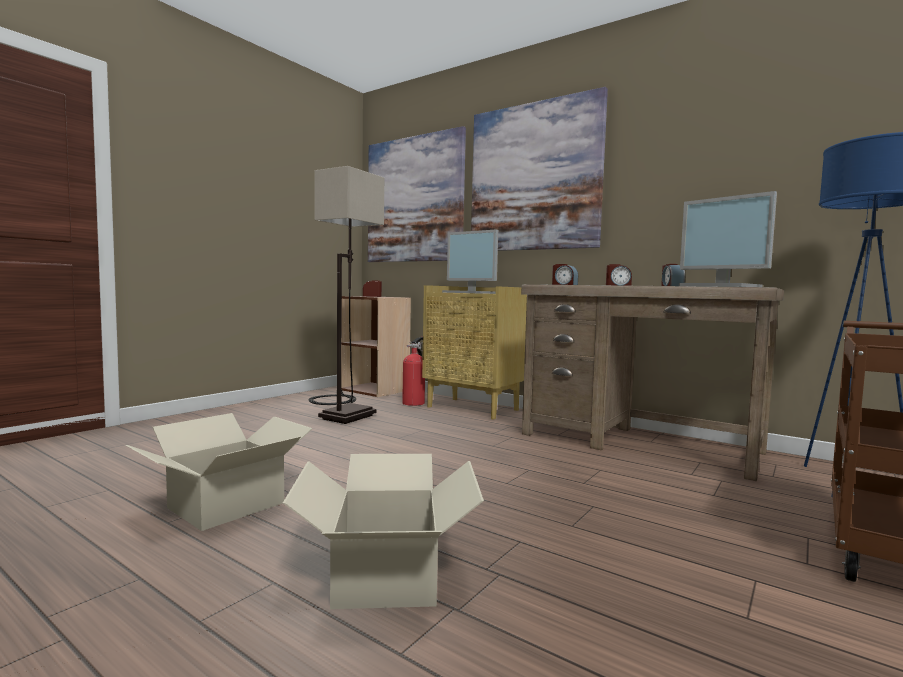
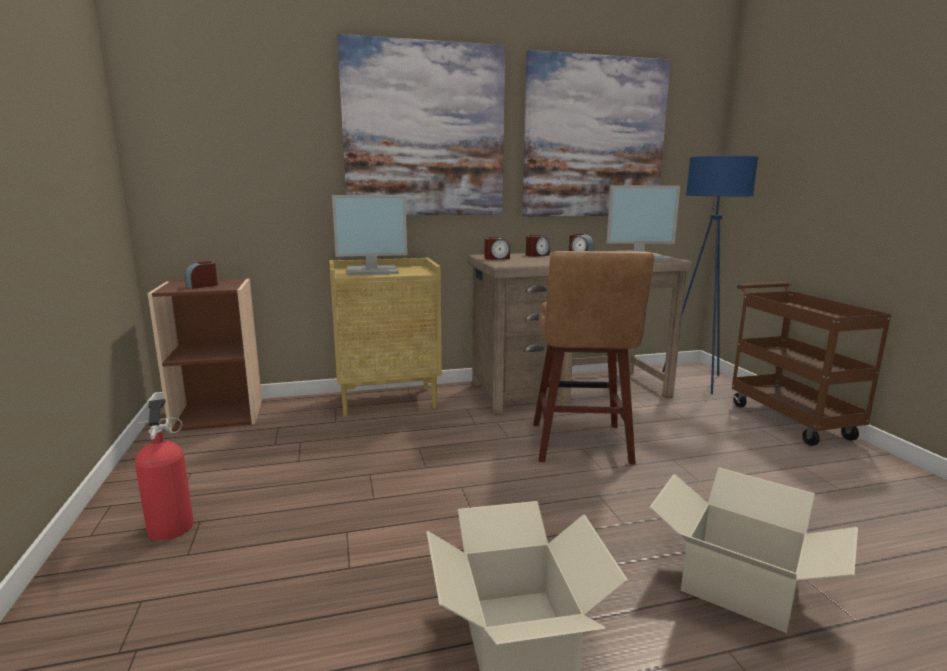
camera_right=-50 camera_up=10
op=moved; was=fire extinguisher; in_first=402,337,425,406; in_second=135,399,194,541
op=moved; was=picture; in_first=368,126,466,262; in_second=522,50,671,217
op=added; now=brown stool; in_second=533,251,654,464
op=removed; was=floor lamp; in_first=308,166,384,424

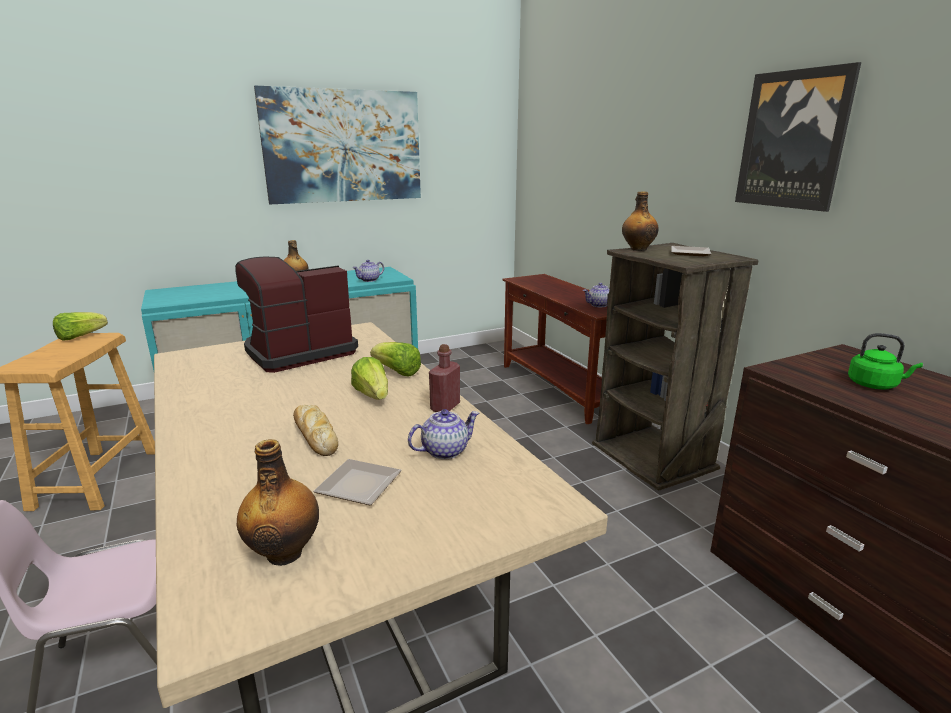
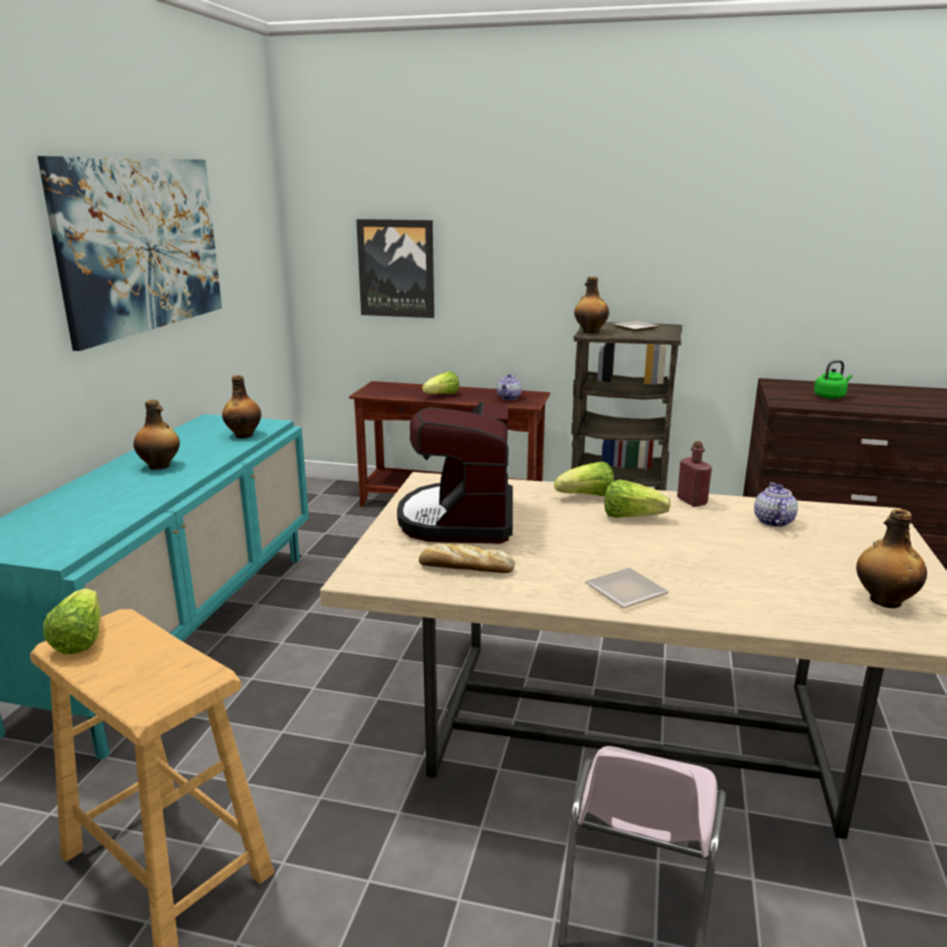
camera_right=-50 camera_up=0
op=replaced; was=teapot; now=bottle; in_first=353,260,384,282; in_second=222,375,261,438
op=moved; was=picture; in_first=735,62,861,212; in_second=356,219,434,318
op=moved; was=bread; in_first=293,405,338,456; in_second=419,543,515,573
op=added; now=lettuce; in_second=422,371,459,394
op=moved; was=plate; in_first=313,459,402,505; in_second=585,568,669,608

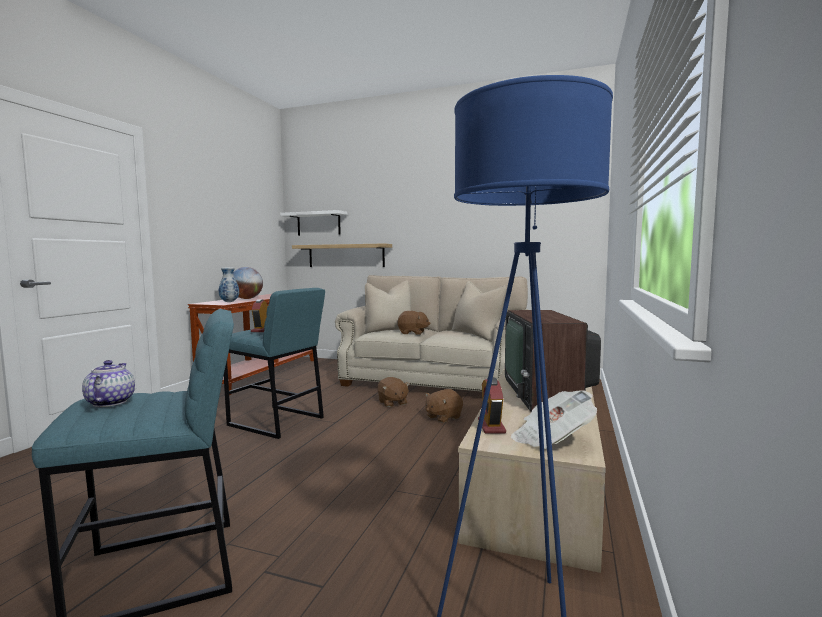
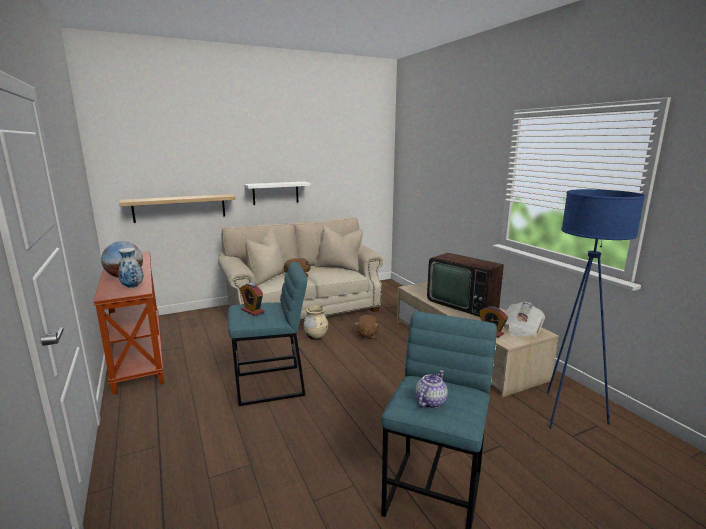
camera_right=-45 camera_up=10
op=moved; was=white shelf; in_first=280,210,347,236; in_second=244,182,311,205
op=replaced; was=brown plush toy; now=beige vase; in_first=377,377,410,407; in_second=303,305,328,340
op=turned; was=teapot; in_first=82,360,135,407; in_second=415,370,448,408; clockwise=90

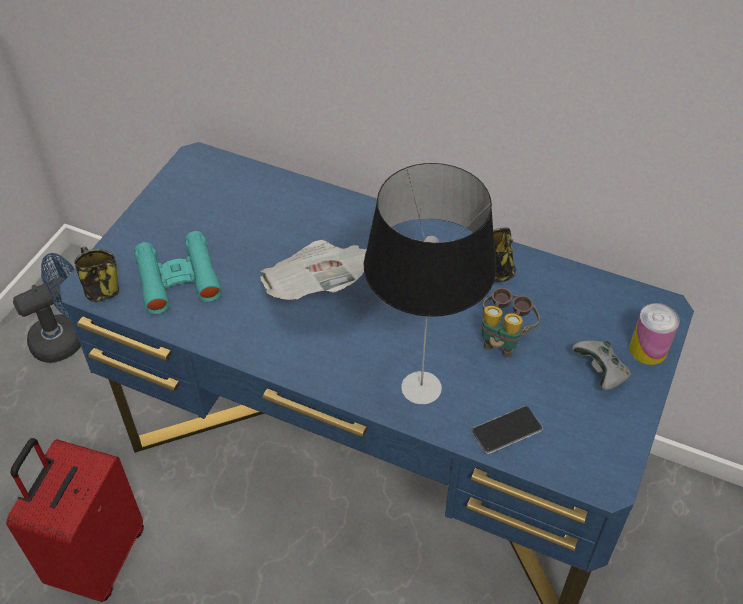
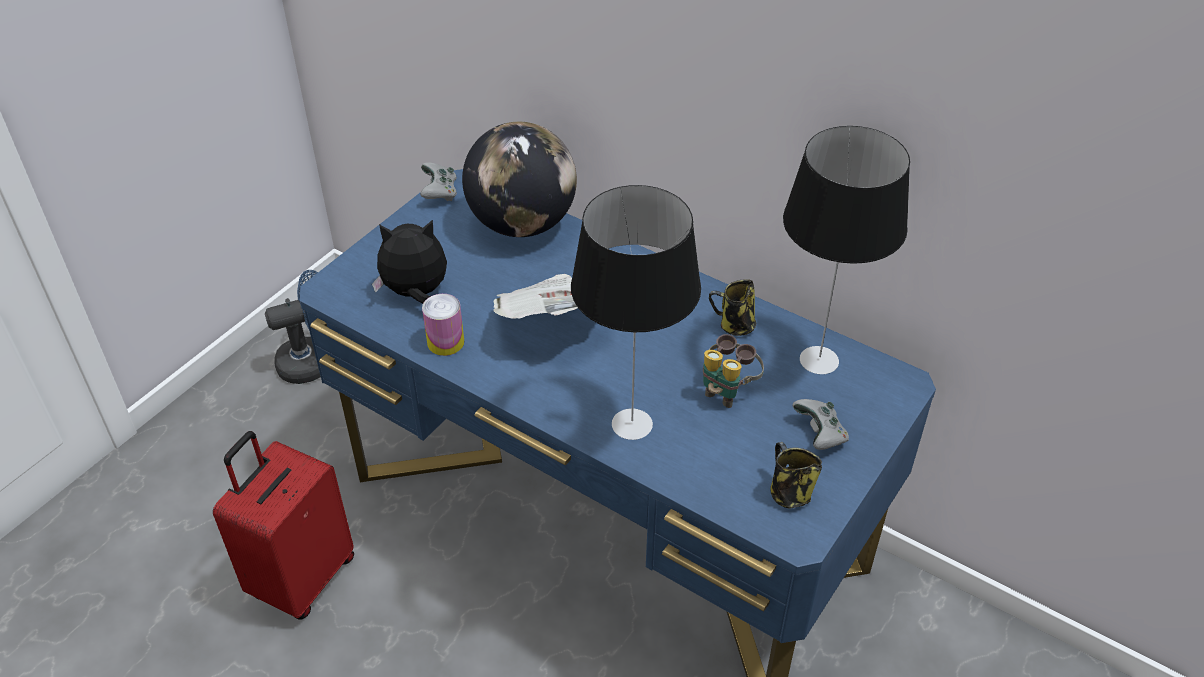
camera_right=10 camera_up=-5
op=replaced; was=turquoise binoculars; now=plush toy; in_first=134,231,222,315; in_second=372,219,447,304
op=added; now=grey game controller; in_second=420,162,457,201
op=moved; was=can; in_first=629,303,679,365; in_second=422,294,464,356
op=added; now=globe; in_second=462,122,577,237
op=moved; was=mug; in_first=74,246,119,302; in_second=770,442,822,509
op=added; now=table lamp; in_second=783,126,910,374
op=removed; was=phone; in_first=471,406,543,454

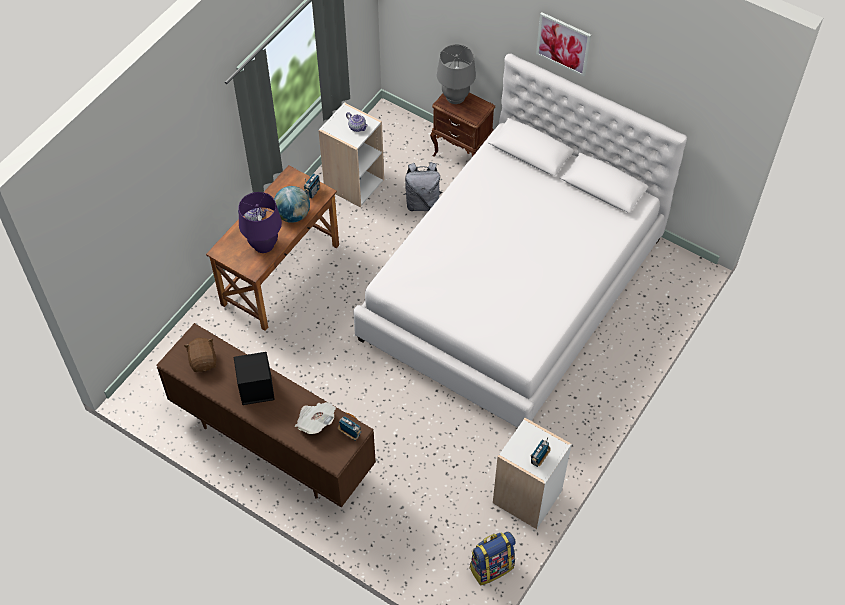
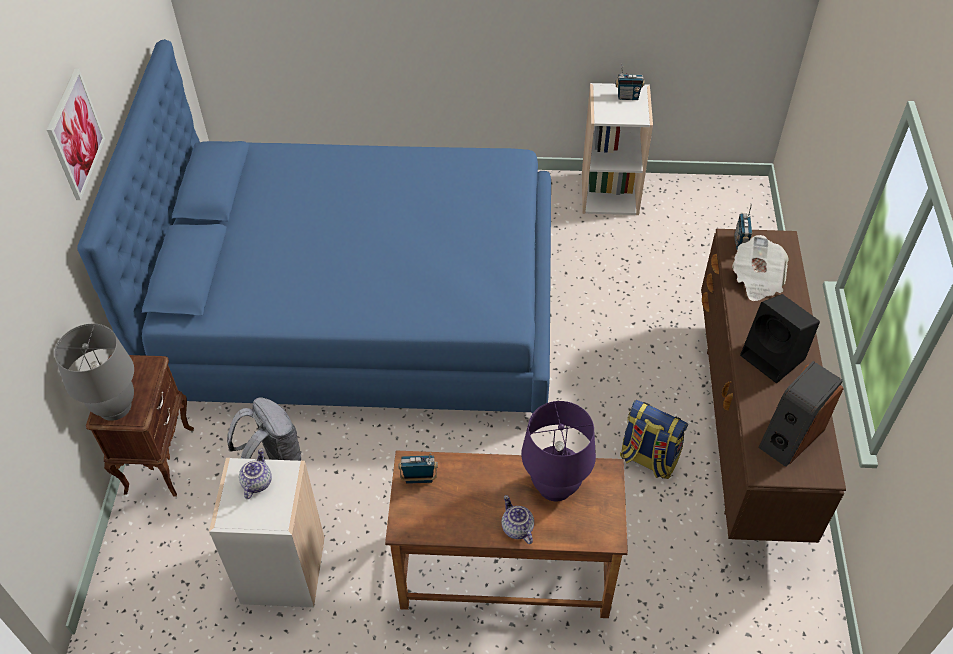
camera_right=-120 camera_up=-5
op=recoloured; was=white bed; now=blue bed; in_first=353,53,687,428; in_second=77,39,551,413
op=moved; was=backpack; in_first=470,532,516,585; in_second=620,400,688,479
op=replaced; was=brown plush toy; now=speaker; in_first=184,338,216,372; in_second=758,361,844,467
op=removed; was=globe; in_first=274,186,310,223

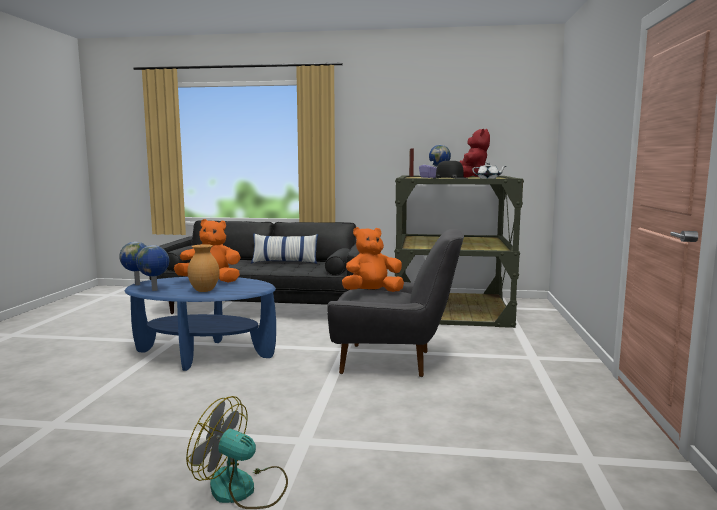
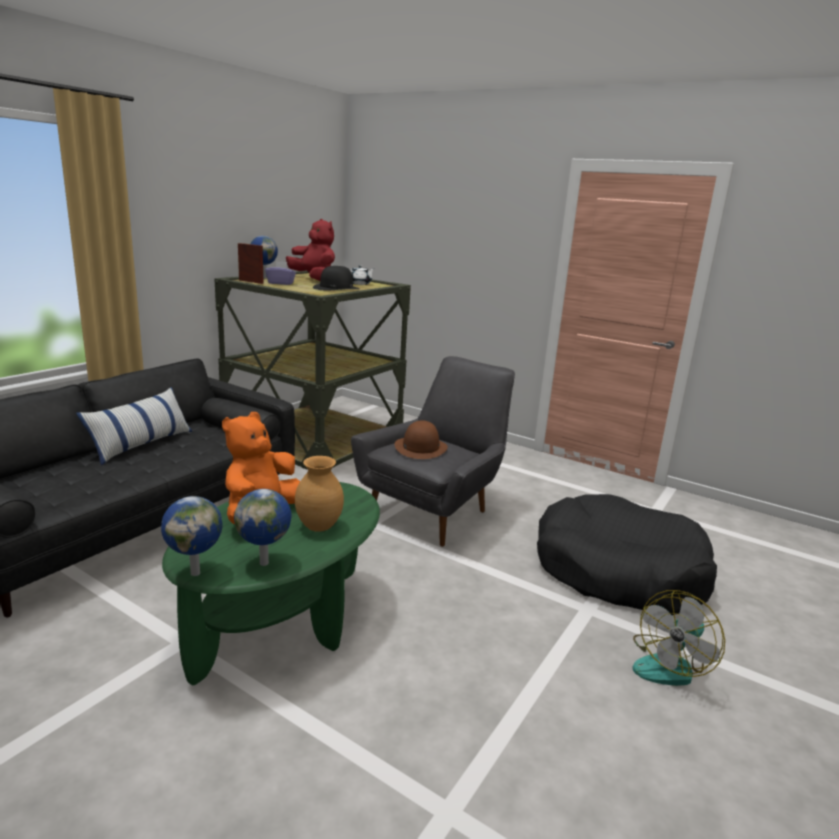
camera_right=-65 camera_up=10
op=recoloured; was=blue coffee table; now=green coffee table; in_first=125,277,276,371; in_second=162,482,380,685
op=replaced; was=orange plush toy; now=brown hat; in_first=342,227,404,292; in_second=395,420,448,459
op=added; now=black dog bed; in_second=537,494,717,615

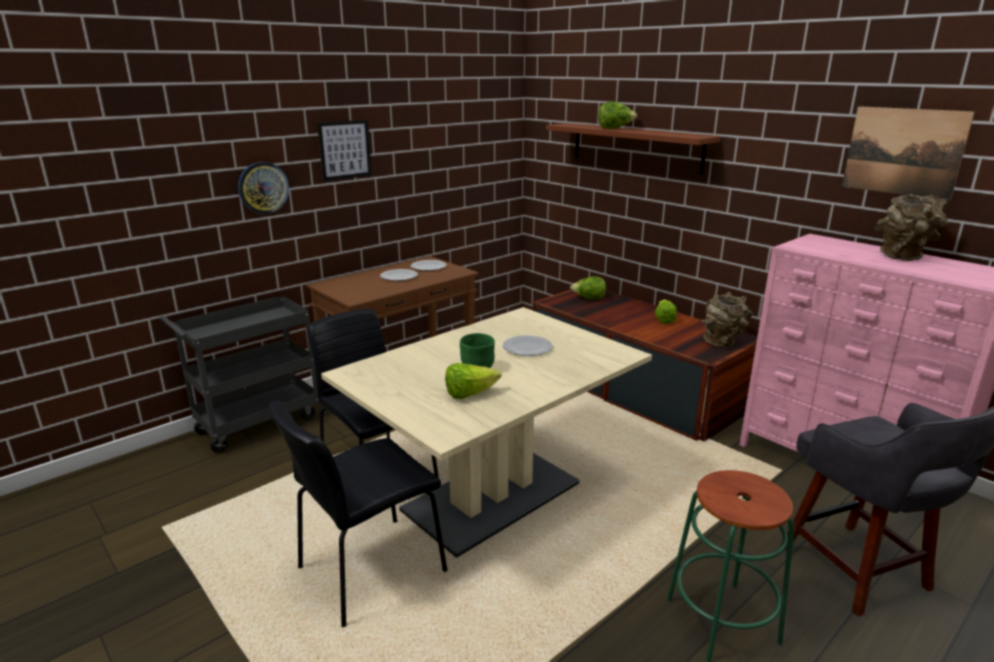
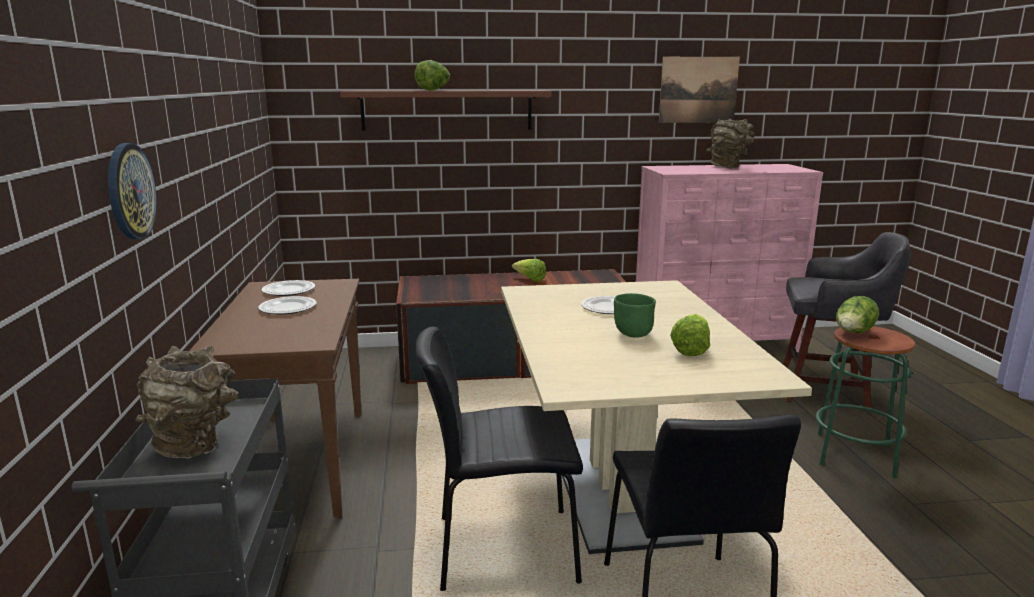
camera_right=-55 camera_up=-5
op=moved; was=brown vase; in_first=701,292,753,348; in_second=135,345,239,459
op=moved; was=lettuce; in_first=570,276,606,300; in_second=836,296,879,333
op=removed; was=picture; in_first=317,120,372,181

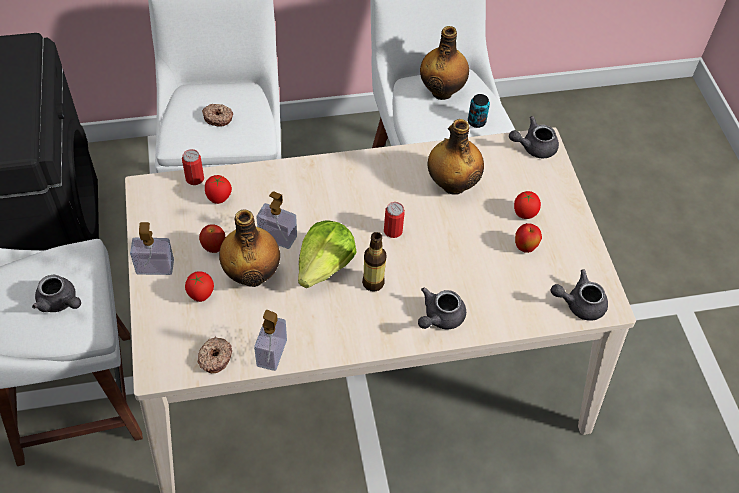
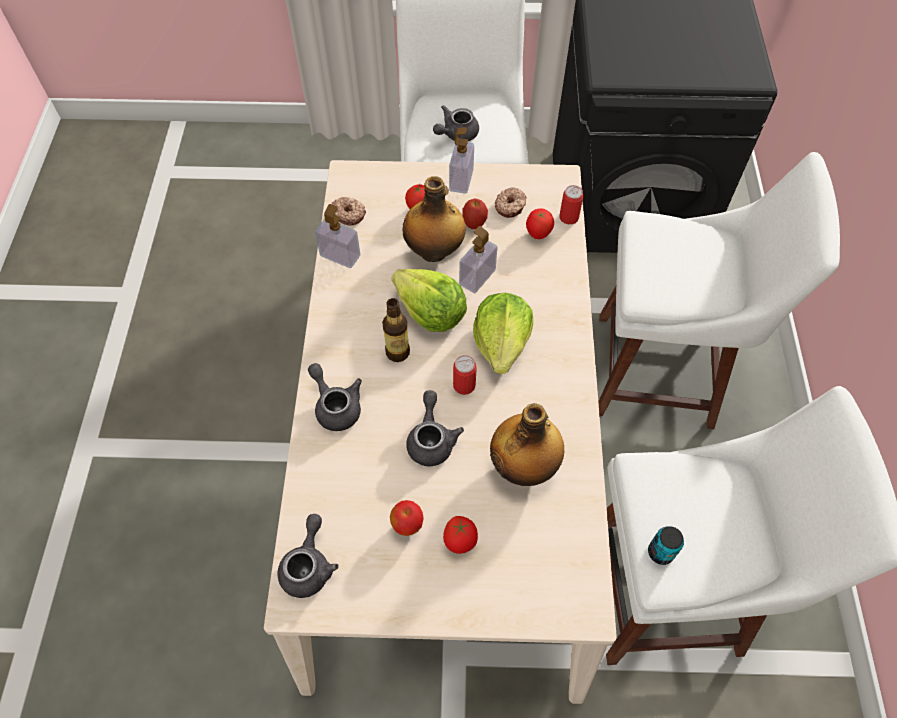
camera_right=105 camera_up=5
op=moved; was=grey teapot; in_first=509,116,559,158; in_second=406,390,464,466
op=added; now=lettuce; in_second=473,293,533,374
op=moved; was=donut; in_first=202,104,233,127; in_second=495,187,527,218
op=removed; was=bottle; in_first=420,26,469,100

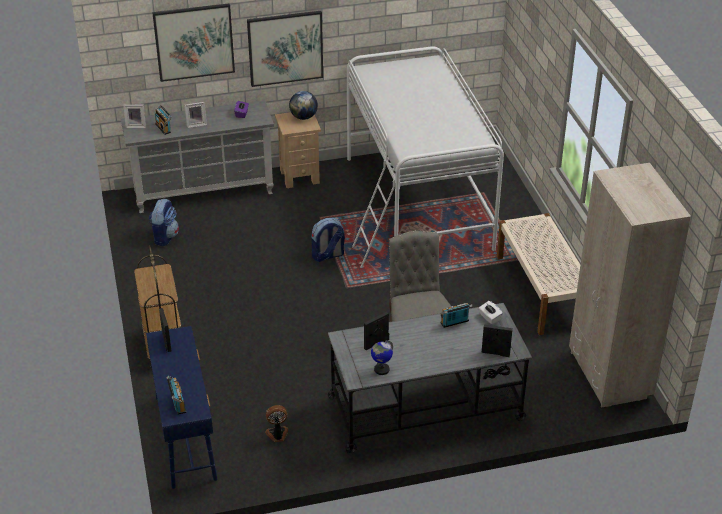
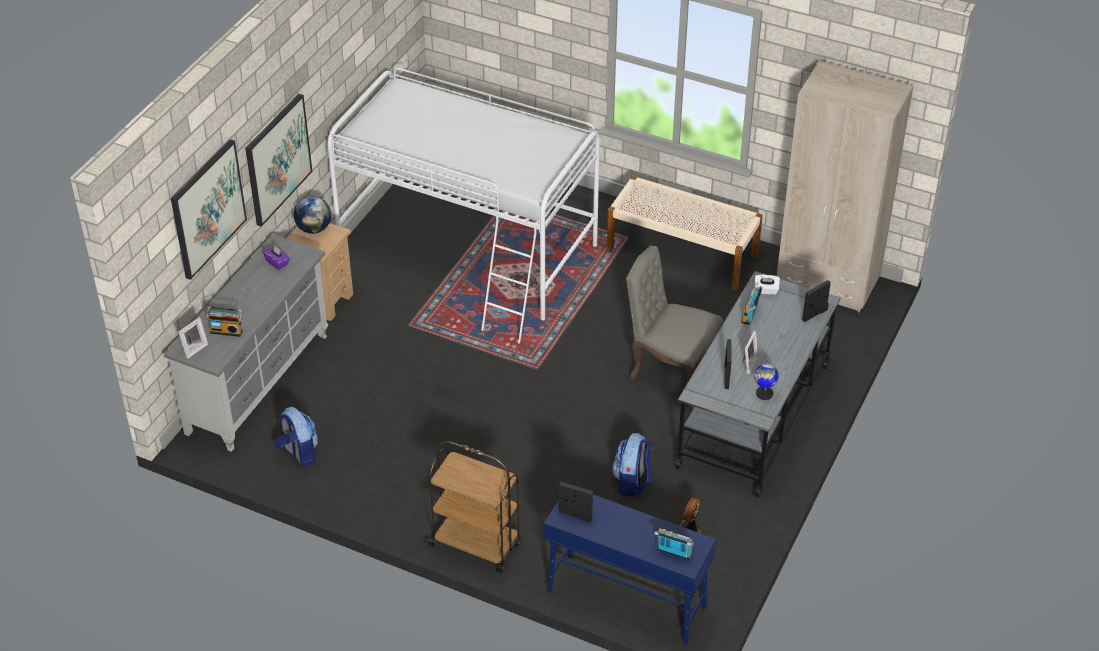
camera_right=-50 camera_up=5
op=moved; was=backpack; in_first=311,218,345,262; in_second=612,433,652,496
op=moved; was=picture frame; in_first=184,102,207,128; in_second=743,331,758,374

